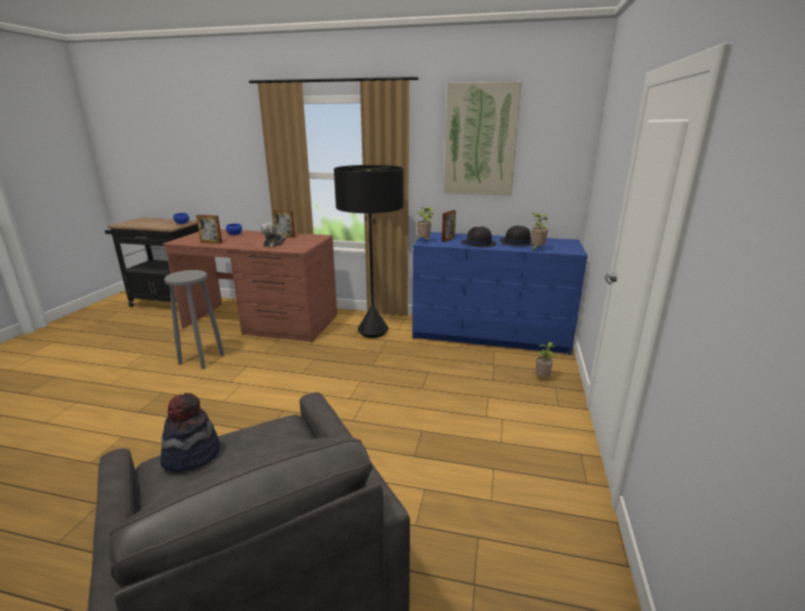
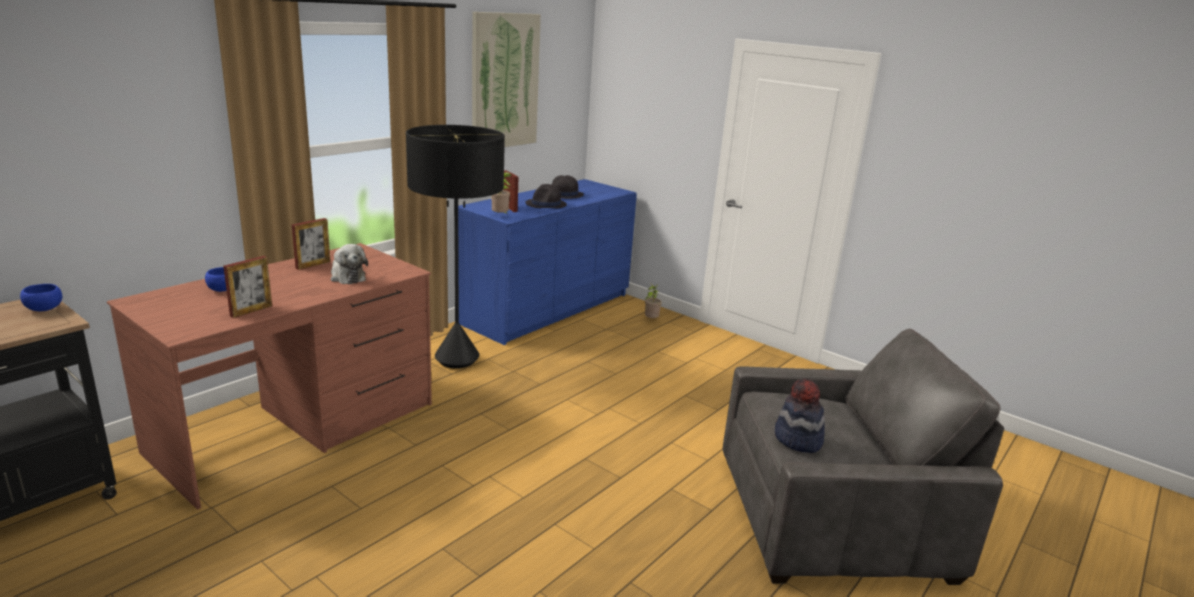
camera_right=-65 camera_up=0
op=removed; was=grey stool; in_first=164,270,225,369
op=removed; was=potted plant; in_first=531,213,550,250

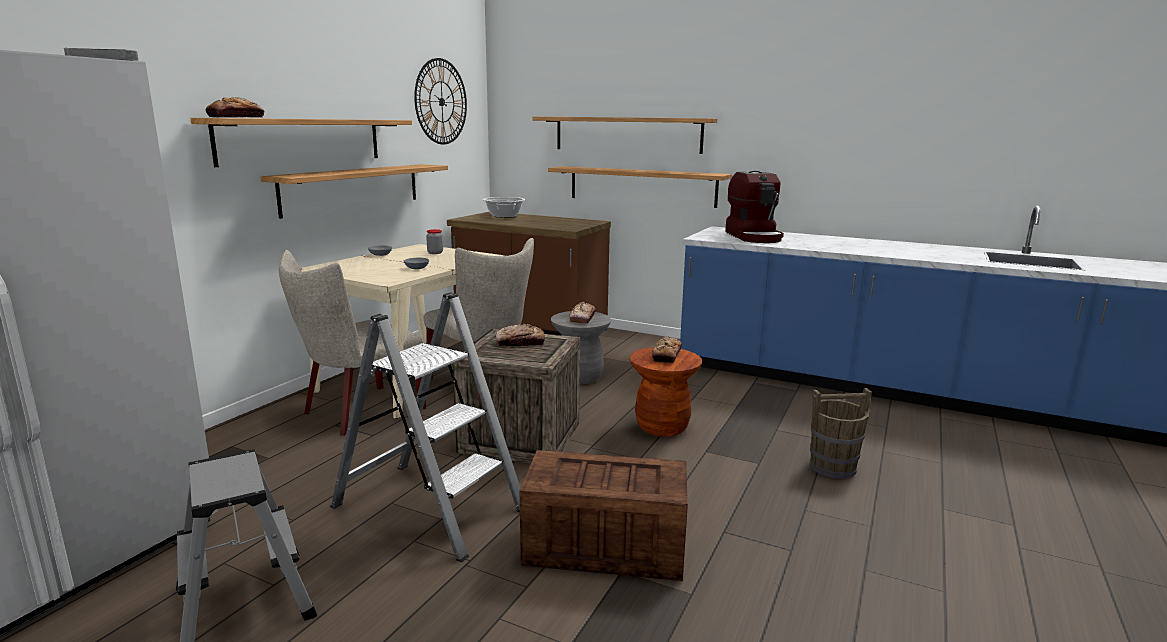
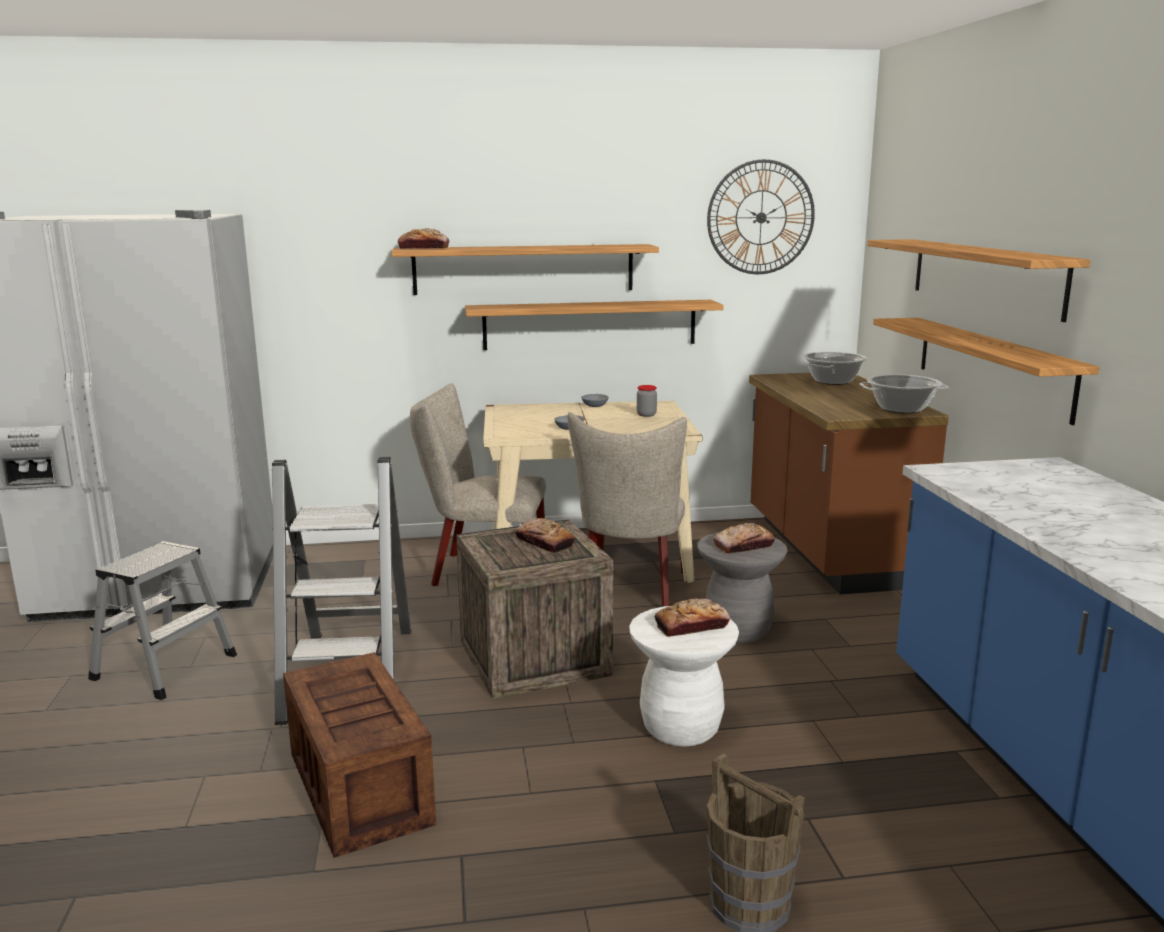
camera_right=55 camera_up=0
op=recoloured; was=brown stool; now=white stool; in_first=629,347,702,437; in_second=629,606,739,747
op=added; now=cooking pot; in_second=860,374,949,413
op=removed; was=coffee machine; in_first=725,171,784,243

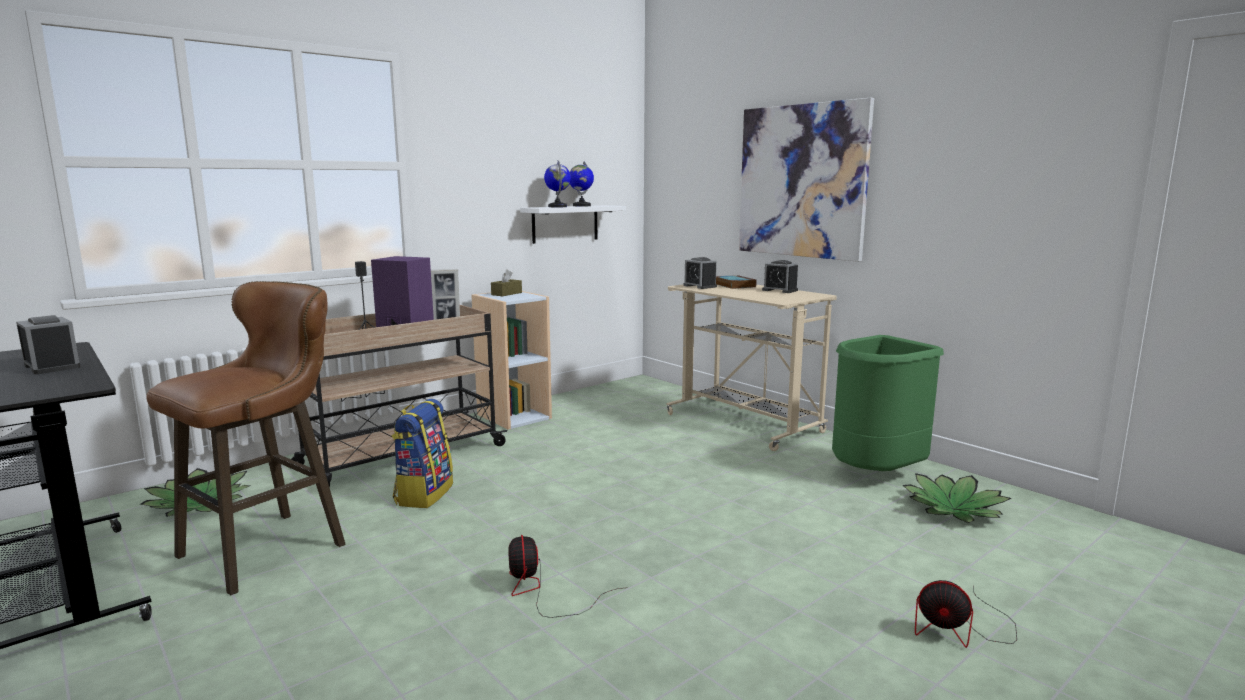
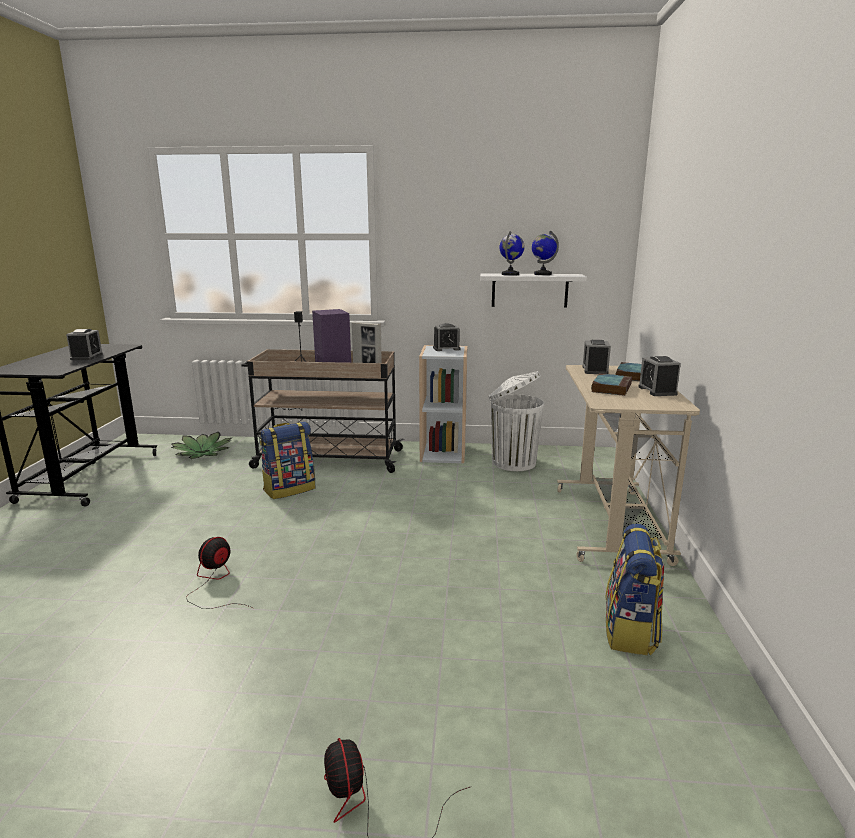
camera_right=45 camera_up=5
op=replaced; was=brown tissue box; now=alarm clock; in_first=491,269,522,296; in_second=433,323,461,351
op=added; now=white trash can; in_second=488,371,544,471
op=added; now=book; in_second=591,373,632,396
op=replaced; was=green trash can; now=backpack; in_first=832,335,944,471; in_second=605,523,664,655
op=removed; was=brown stool; in_first=146,281,346,595
op=removed; was=picture; in_first=739,98,874,262
op=removed; was=potted plant; in_first=902,473,1011,523

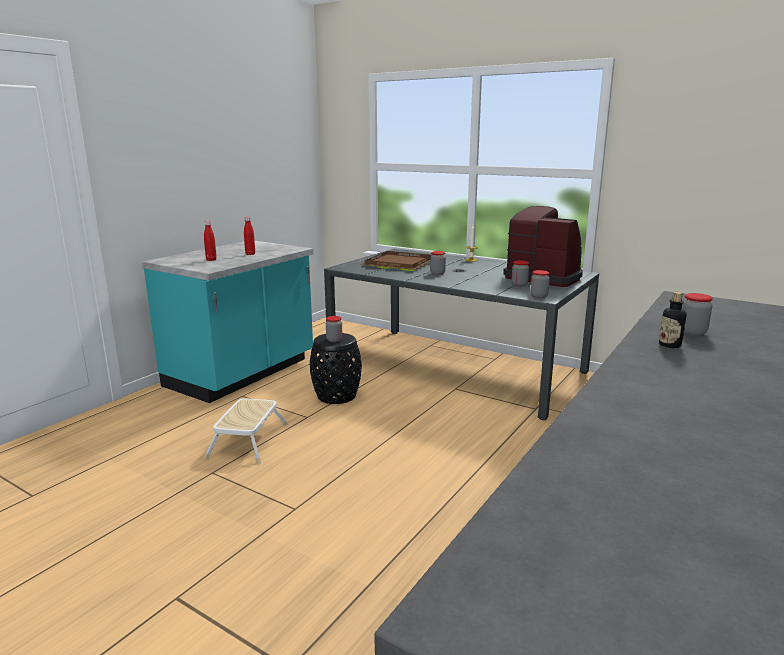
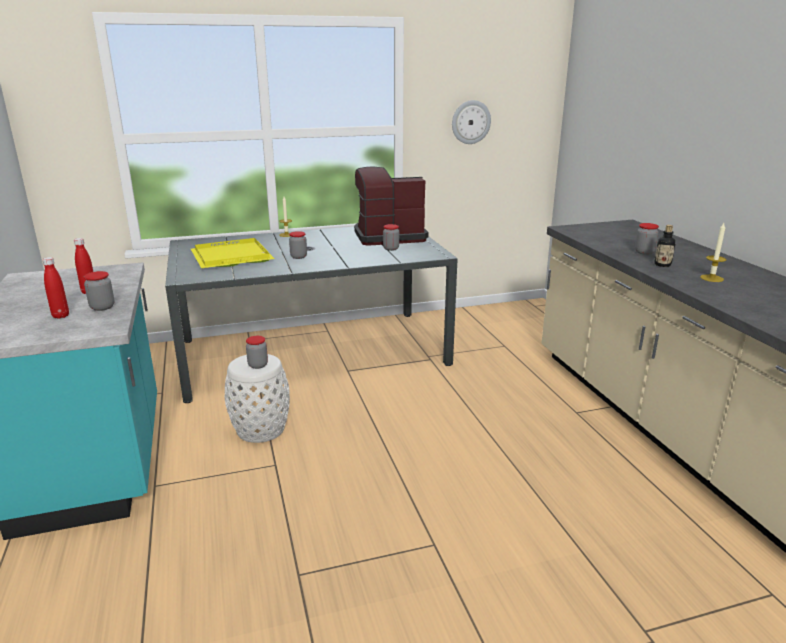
camera_right=-50 camera_up=5
op=moved; was=jar; in_first=530,270,550,298; in_second=84,271,115,311
op=recoloured; was=brown tray; now=yellow tray; in_first=362,251,432,271; in_second=191,238,275,268
op=recoloured; was=black stool; now=white stool; in_first=310,333,362,404; in_second=225,354,290,443
op=added; now=wall clock; in_second=452,100,491,144
op=added; now=candle; in_second=700,223,726,282
op=removed; was=beige step ladder; in_first=204,398,288,464

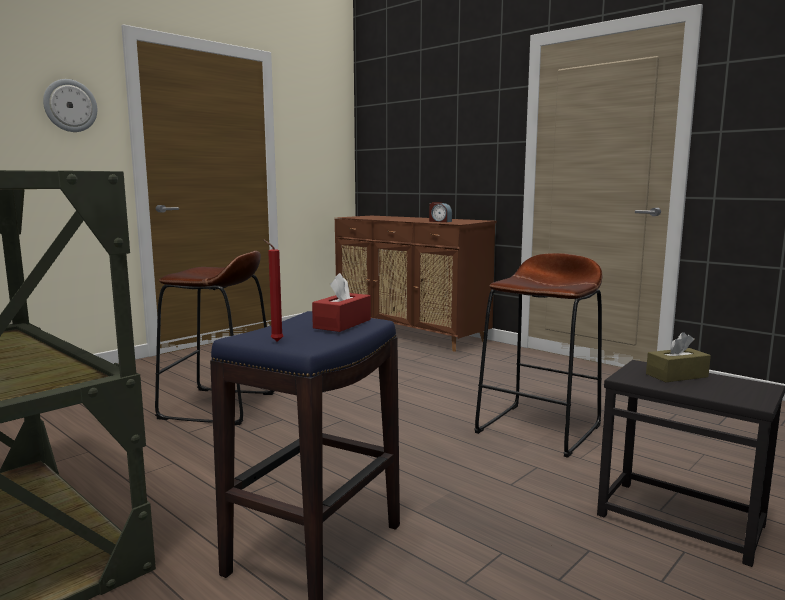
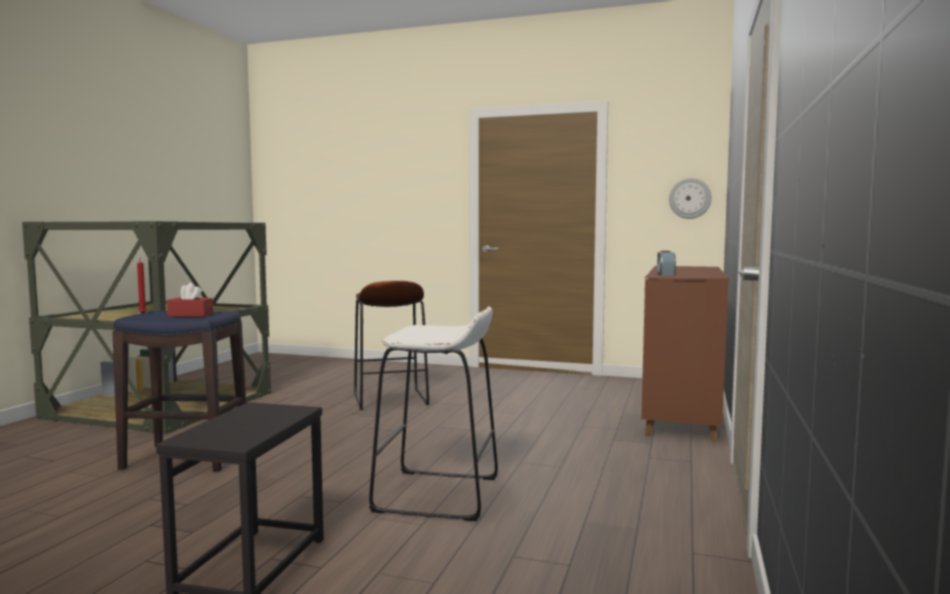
camera_right=65 camera_up=-5
op=recoloured; was=brown stool; now=white stool; in_first=474,253,602,458; in_second=369,306,498,521
op=moved; was=wall clock; in_first=43,79,97,132; in_second=669,178,712,219
op=removed; was=brown tissue box; in_first=646,332,711,382

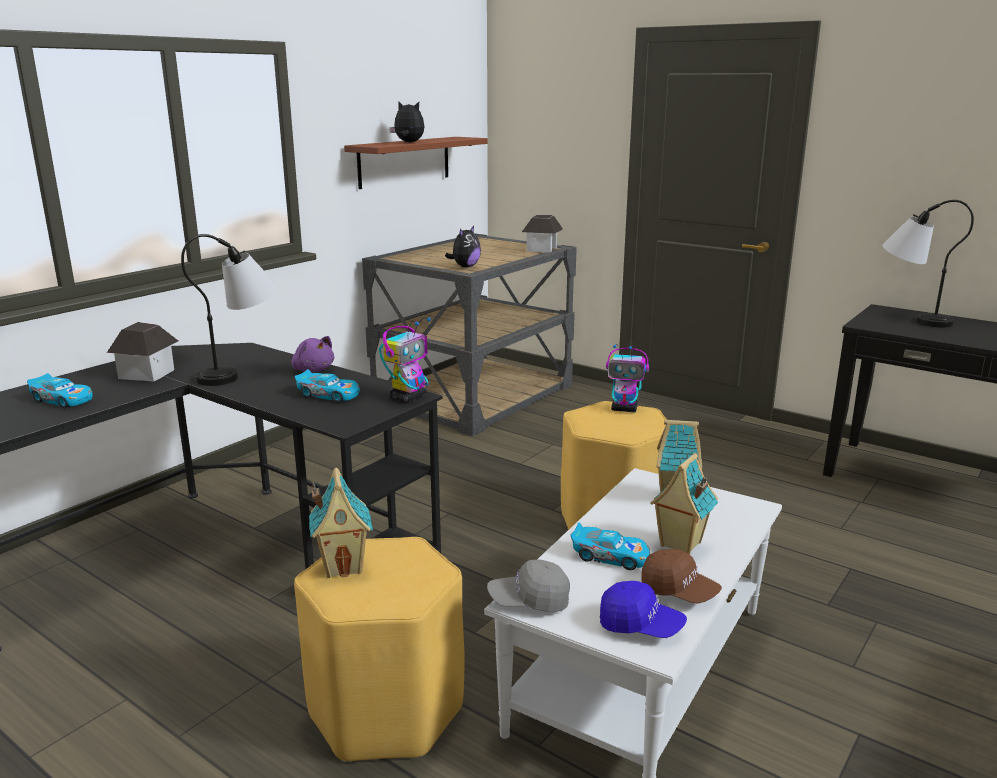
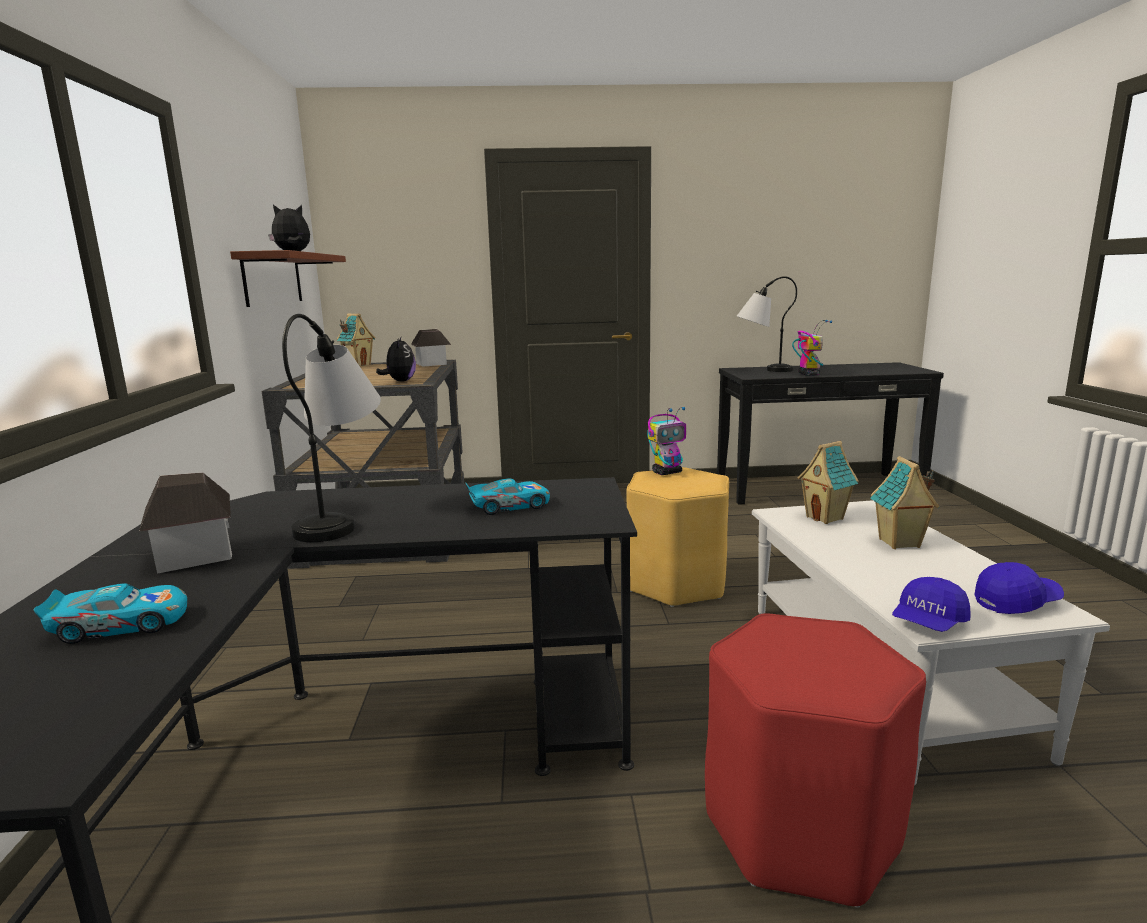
camera_right=-40 camera_up=-5
op=moved; was=toy house; in_first=309,468,373,578; in_second=337,314,375,366
op=recoloured; was=yellow stool; now=red stool; in_first=294,537,465,762; in_second=705,613,926,908
op=moved; was=toy robot; in_first=379,317,431,402; in_second=792,320,832,376
op=recoloured; was=grey cap; now=blue cap; in_first=487,560,570,612; in_second=892,577,970,632
op=removed; was=purple plush toy; in_first=292,336,334,372
op=removed; was=toy car; in_first=571,522,650,570
op=removed; was=brown cap; in_first=641,549,722,604

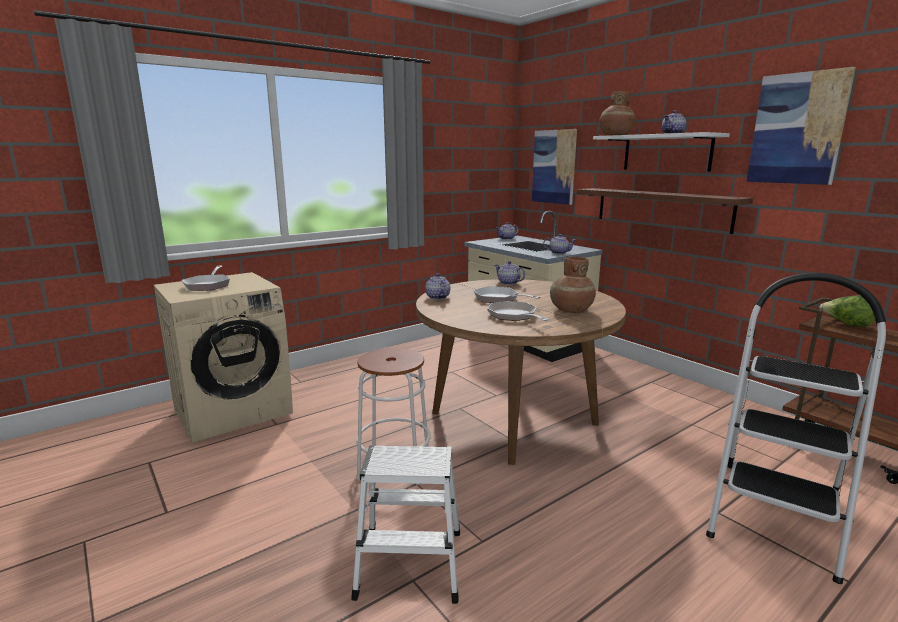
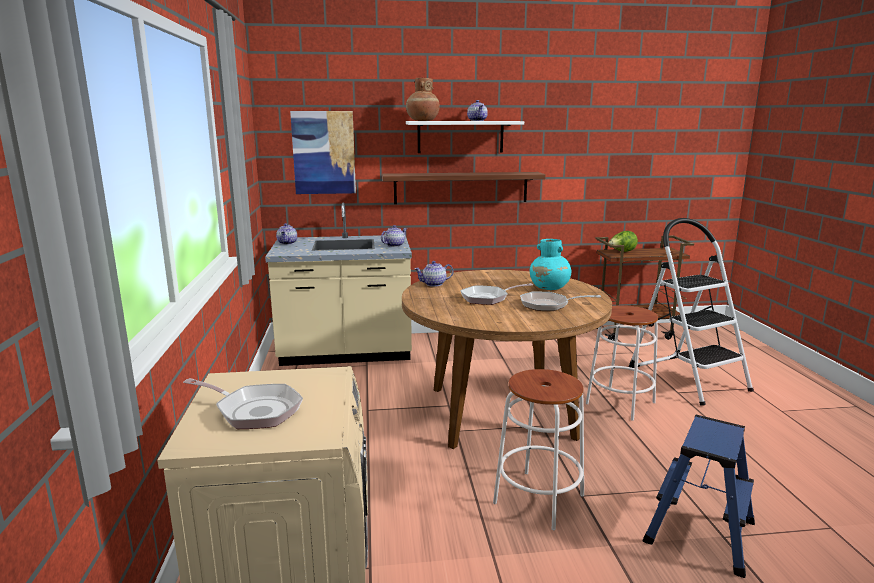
camera_right=-60 camera_up=0
op=recoloured; was=brown vase; now=turquoise vase; in_first=550,257,596,313; in_second=530,239,571,290
op=added; now=white stool; in_second=586,305,658,421
op=recoloured; was=white step ladder; now=blue step ladder; in_first=351,445,460,604; in_second=642,414,755,578
op=removed; was=teapot; in_first=425,273,450,300
op=removed; was=picture; in_first=746,67,856,185

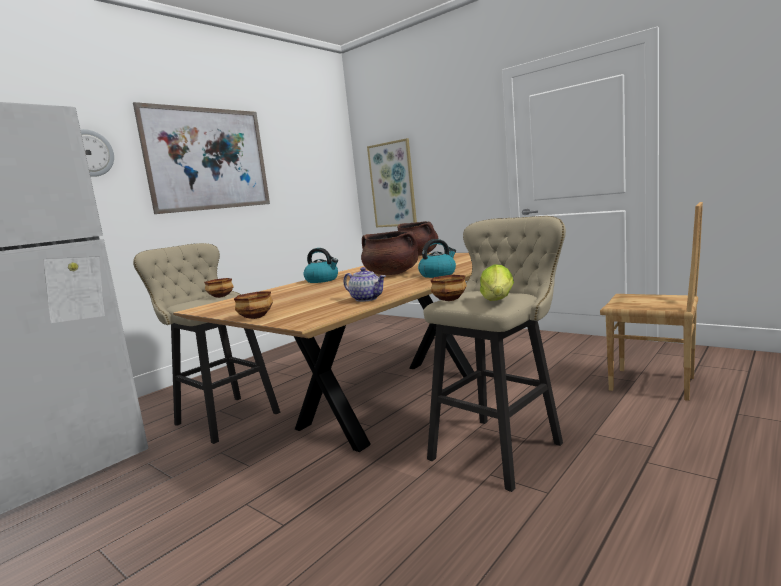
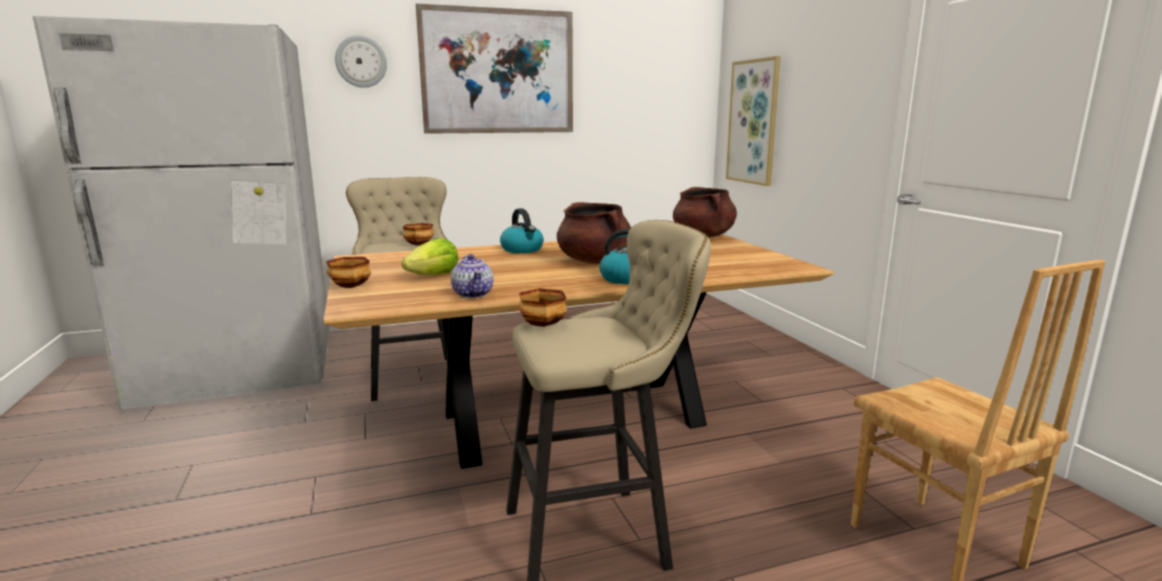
camera_right=30 camera_up=5
op=moved; was=lettuce; in_first=480,264,514,301; in_second=401,238,459,275

